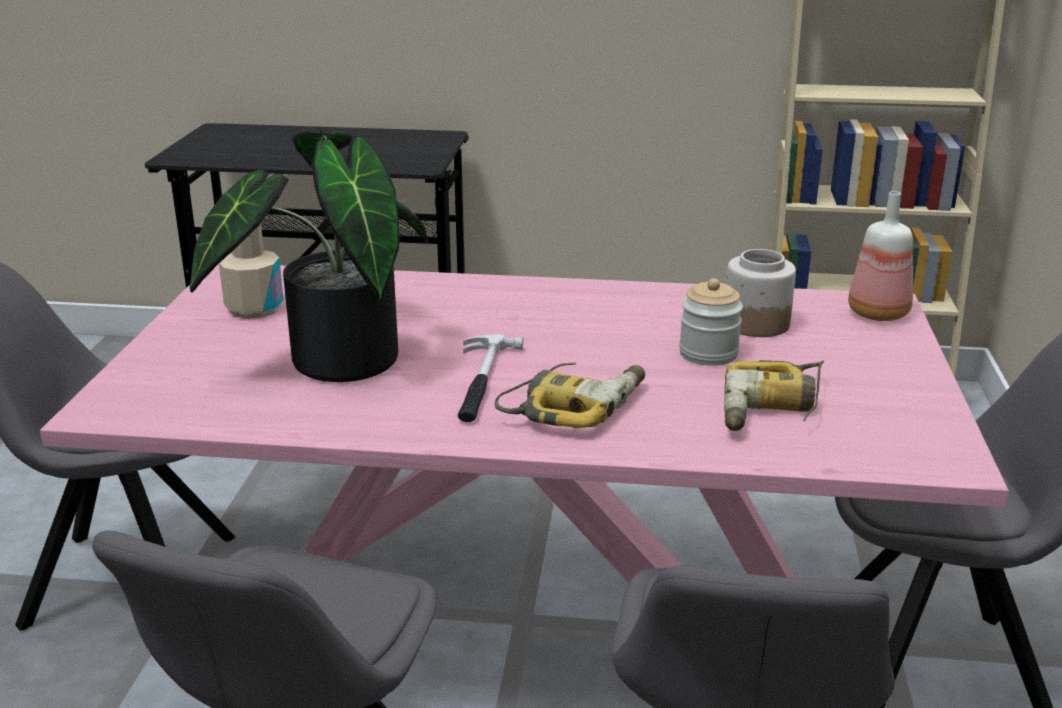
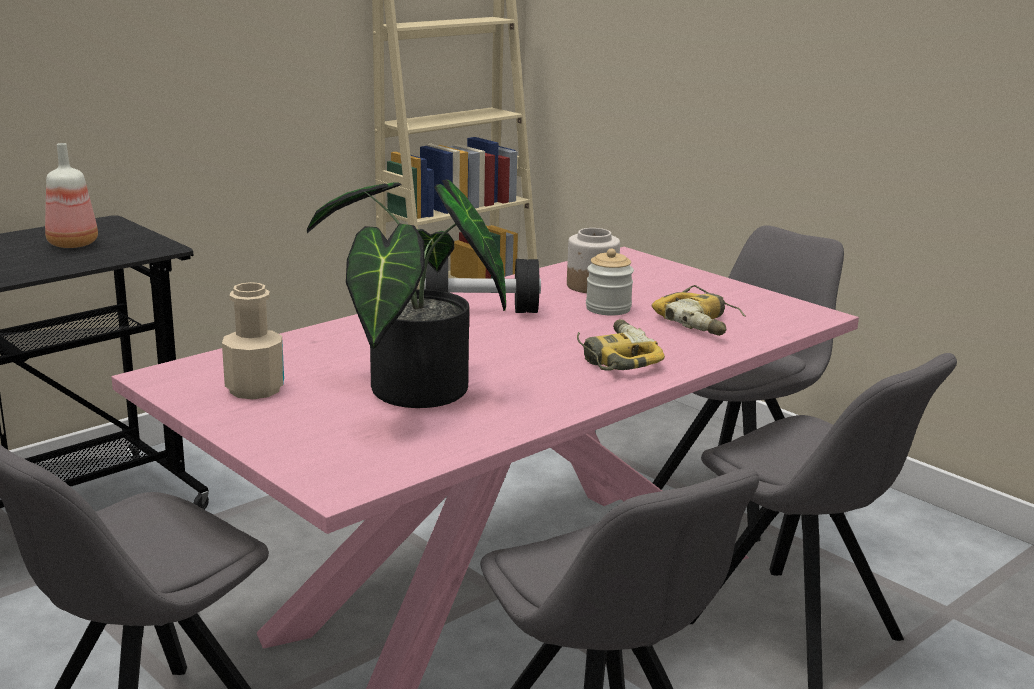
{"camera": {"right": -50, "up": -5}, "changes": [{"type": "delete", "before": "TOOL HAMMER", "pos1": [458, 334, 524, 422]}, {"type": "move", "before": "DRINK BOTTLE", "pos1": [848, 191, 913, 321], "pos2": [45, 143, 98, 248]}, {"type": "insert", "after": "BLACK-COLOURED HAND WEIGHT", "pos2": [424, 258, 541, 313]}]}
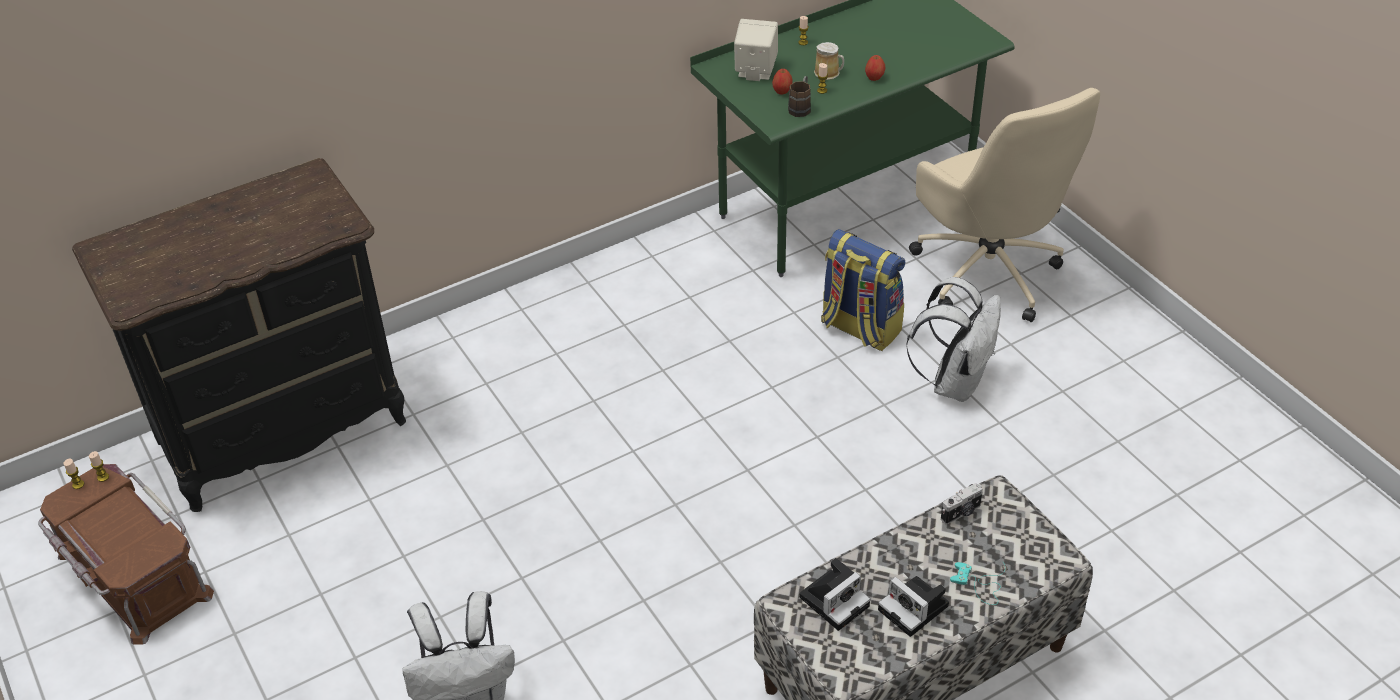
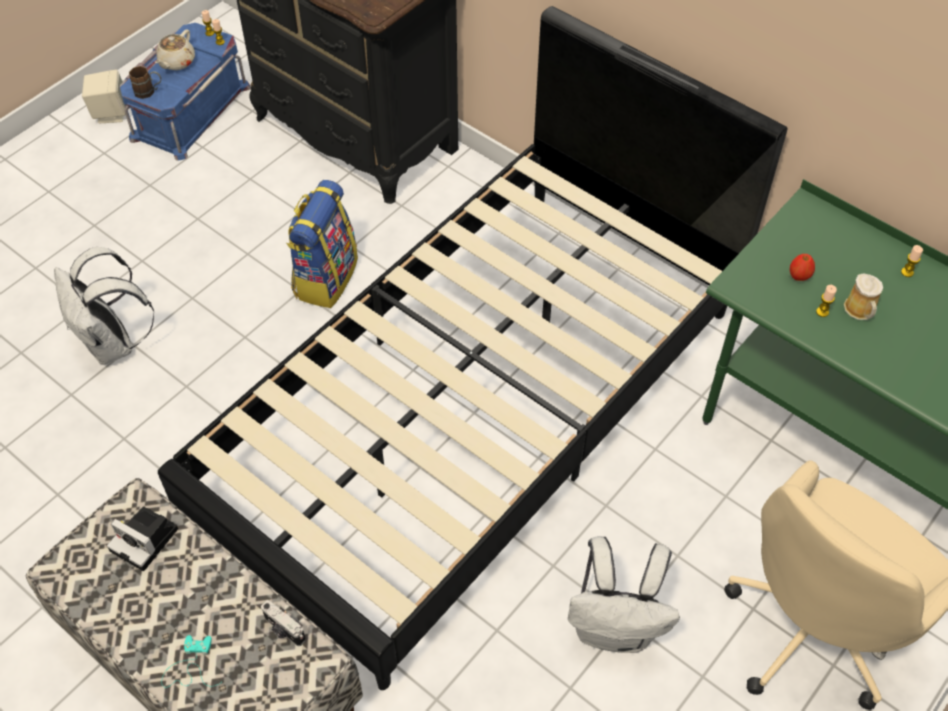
{"camera": {"right": 70, "up": 10}, "changes": [{"type": "recolor", "before": "BROWN-COLOURED STORAGE BIN", "after": "BLUE-COLOURED STORAGE BIN", "pos1": [38, 464, 214, 645], "pos2": [119, 23, 251, 161]}, {"type": "move", "before": "SAND-COLOURED LOUDSPEAKER", "pos1": [734, 19, 778, 81], "pos2": [82, 70, 126, 123]}, {"type": "move", "before": "BROWN-COLOURED MUG", "pos1": [788, 76, 811, 117], "pos2": [129, 66, 161, 99]}, {"type": "move", "before": "BACKPACK", "pos1": [821, 229, 905, 351], "pos2": [286, 180, 358, 308]}, {"type": "delete", "before": "WHOLE APPLE", "pos1": [865, 55, 885, 81]}, {"type": "delete", "before": "PHOTO CAMERA", "pos1": [878, 576, 949, 637]}, {"type": "insert", "after": "SAND-COLOURED TEA POT", "pos2": [155, 29, 195, 70]}, {"type": "insert", "after": "BLACK-COLOURED BEDROOM BED", "pos2": [158, 6, 788, 690]}]}
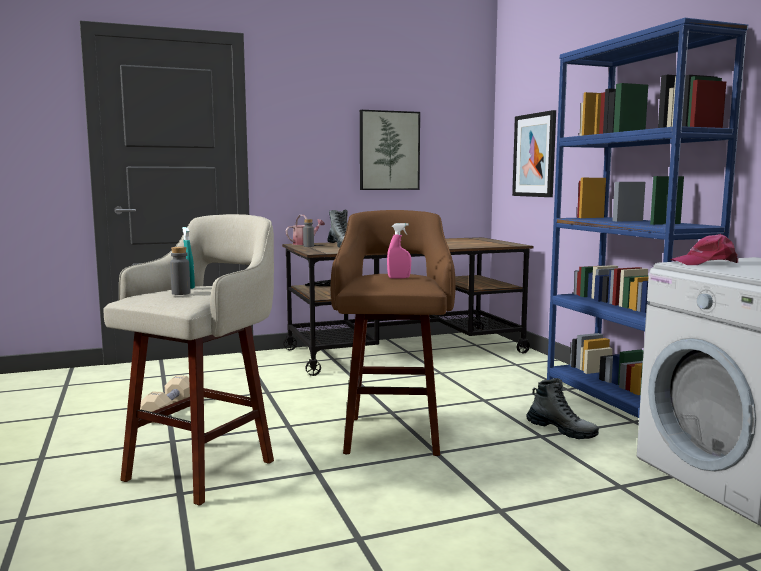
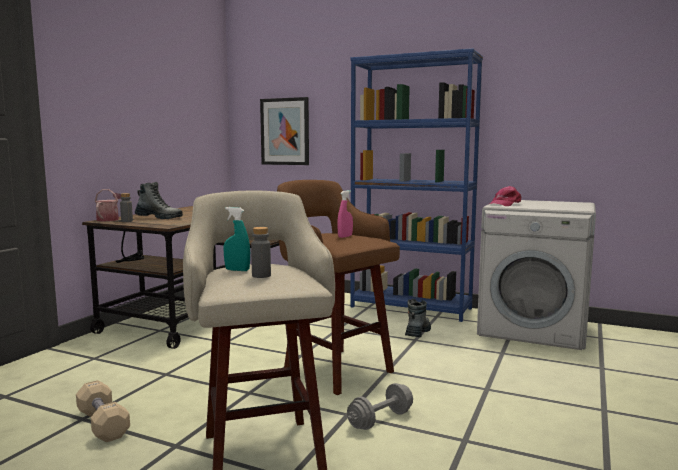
{"camera": {"right": -45, "up": 0}, "changes": [{"type": "delete", "before": "WALL ART", "pos1": [360, 110, 420, 190]}, {"type": "rotate", "before": "HIGH-TOP BOOT", "pos1": [526, 378, 599, 439], "pos2": [405, 299, 431, 337], "turn": -60}, {"type": "insert", "after": "GRAY HAND WEIGHT", "pos2": [347, 383, 413, 430]}]}
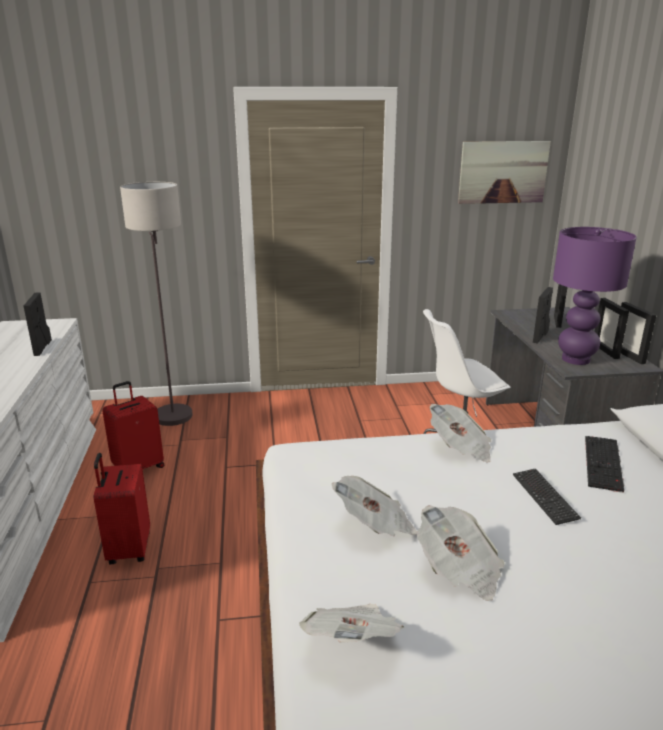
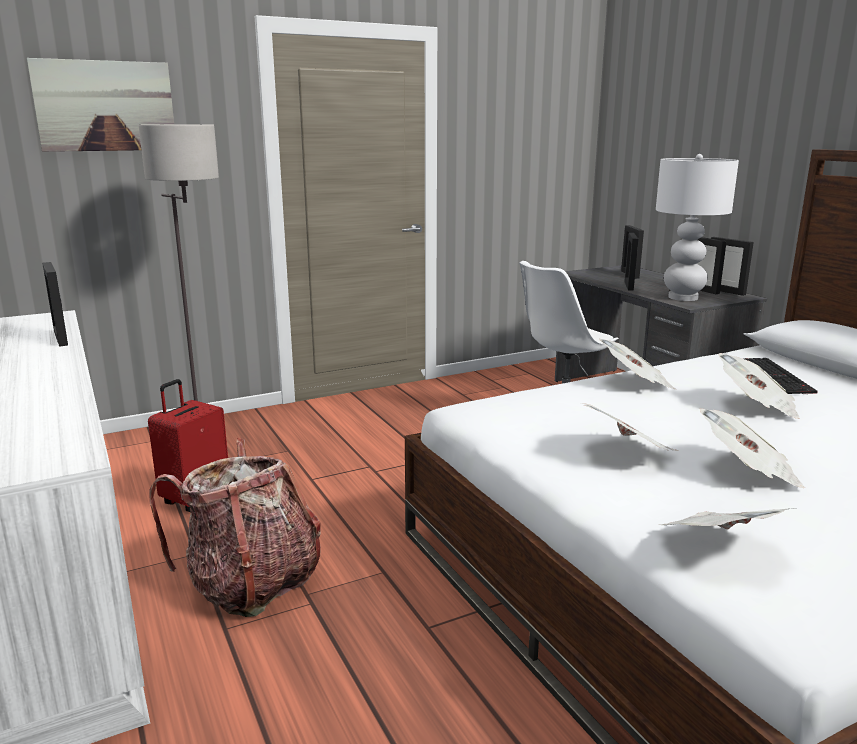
{"camera": {"right": -20, "up": -5}, "changes": [{"type": "replace", "before": "REDDISH PIECE OF LUGGAGE", "after": "BACKPACK", "pos1": [94, 453, 150, 564], "pos2": [150, 438, 321, 617]}, {"type": "move", "before": "WALL ART", "pos1": [458, 141, 551, 204], "pos2": [27, 58, 174, 152]}, {"type": "replace", "before": "COMPUTER KEYBOARD", "after": "DAILY PAPER", "pos1": [513, 469, 581, 525], "pos2": [718, 353, 800, 419]}, {"type": "recolor", "before": "PURPLE LAMP FOR A TABLE", "after": "WHITE-COLOURED LAMP FOR A TABLE", "pos1": [553, 227, 637, 365], "pos2": [656, 154, 739, 301]}]}
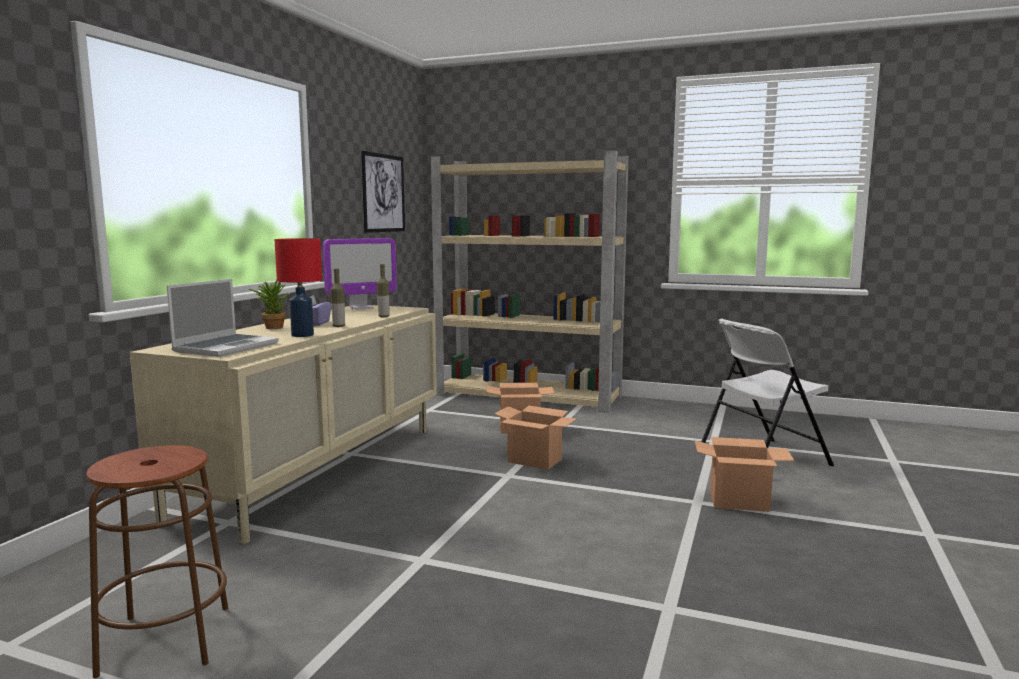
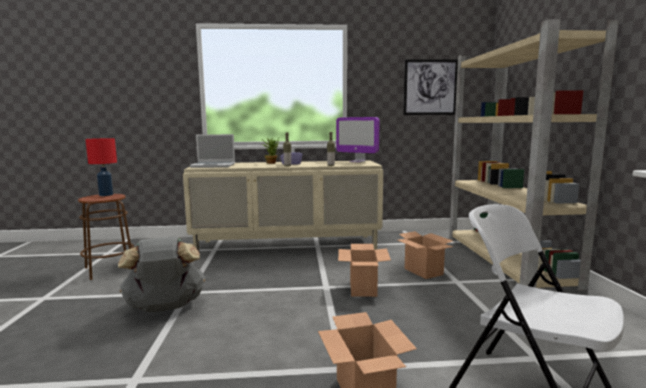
{"camera": {"right": 65, "up": 0}, "changes": [{"type": "move", "before": "REDDISH LAMP FOR A TABLE", "pos1": [274, 238, 322, 337], "pos2": [85, 138, 117, 196]}, {"type": "insert", "after": "GRAY BACKPACK", "pos2": [118, 236, 205, 312]}]}
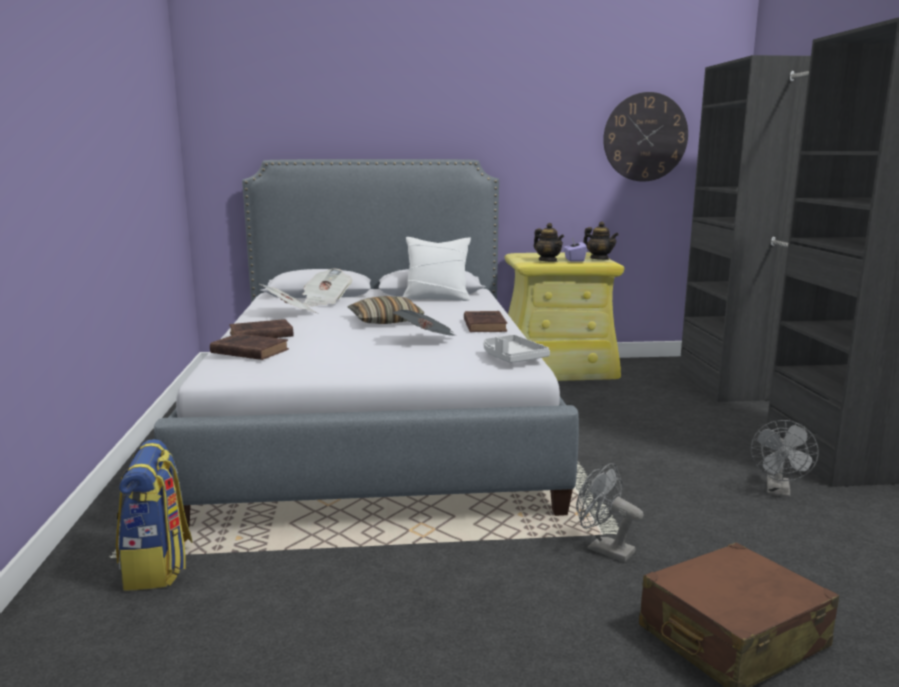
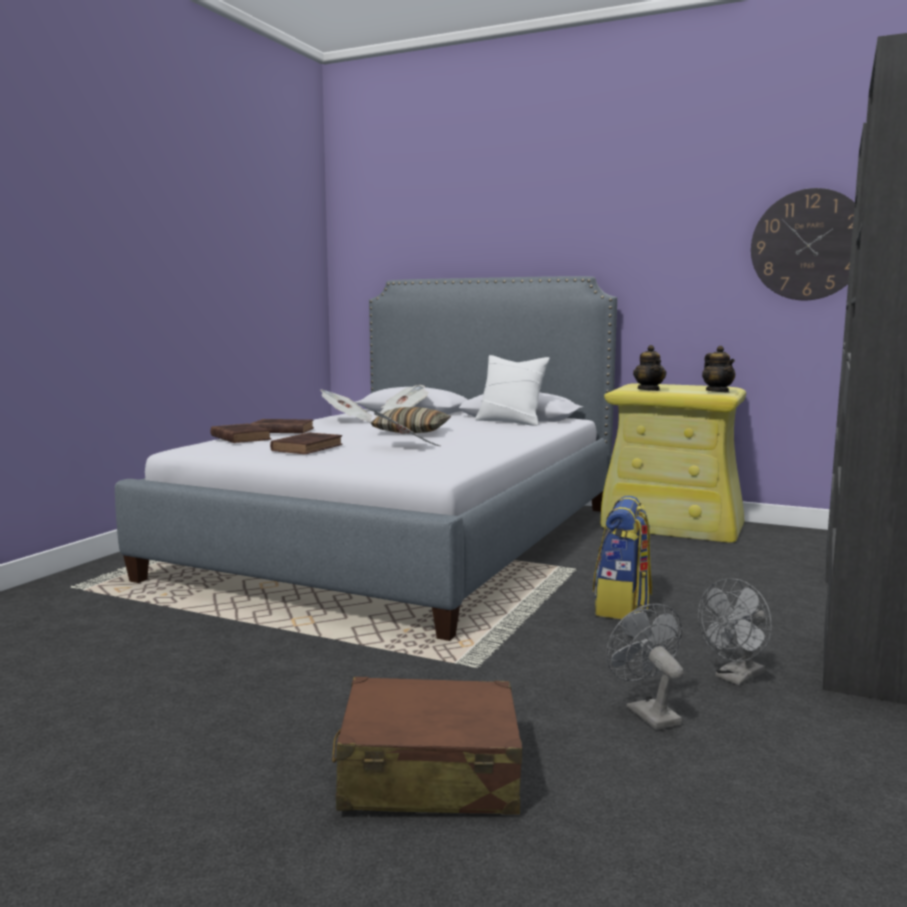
{"camera": {"right": 30, "up": -5}, "changes": [{"type": "move", "before": "BACKPACK", "pos1": [116, 439, 193, 591], "pos2": [593, 496, 652, 619]}, {"type": "move", "before": "BROWN-COLOURED BOOK", "pos1": [464, 311, 507, 332], "pos2": [270, 432, 343, 454]}, {"type": "delete", "before": "GRAY CARRYING TRAY", "pos1": [484, 335, 550, 363]}, {"type": "delete", "before": "PURPLE TISSUE HOLDER", "pos1": [564, 238, 587, 262]}, {"type": "move", "before": "GRAY COOLING FAN", "pos1": [576, 463, 644, 562], "pos2": [606, 603, 684, 730]}]}
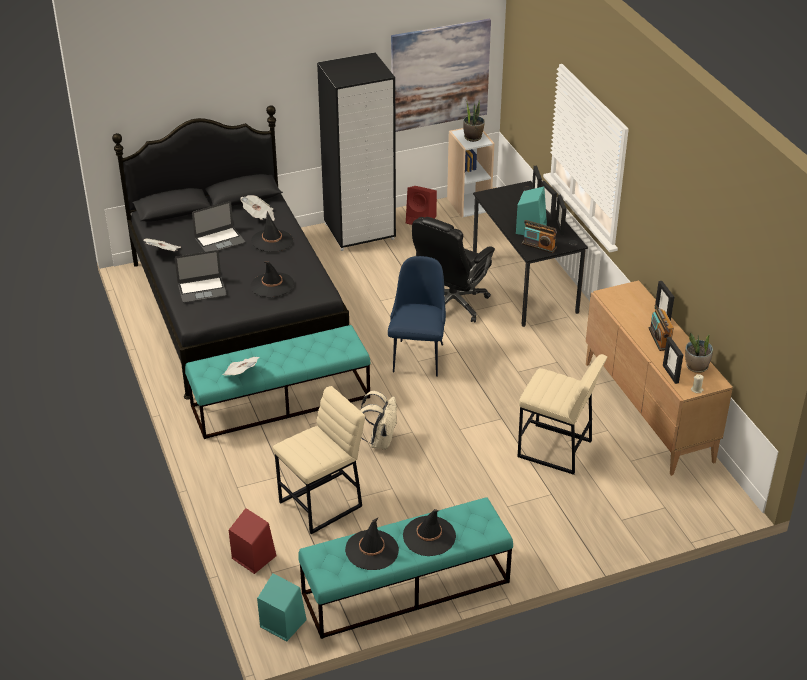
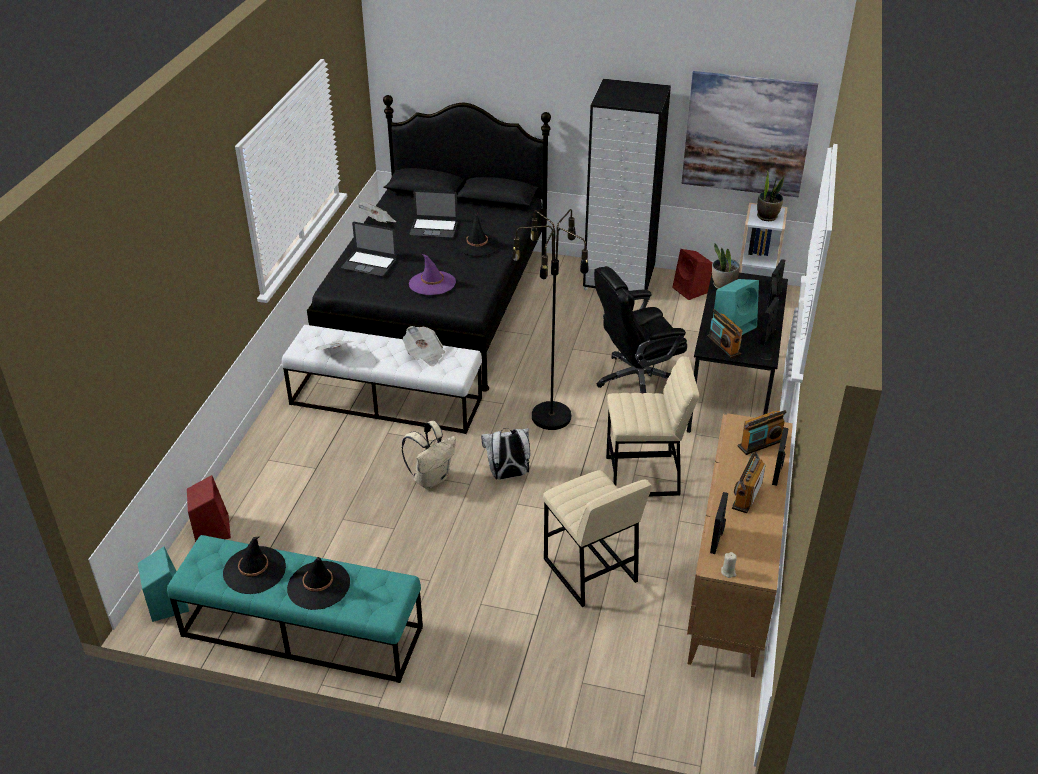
{"camera": {"right": 35, "up": 0}, "changes": [{"type": "recolor", "before": "TURQUOISE LONG SEAT", "after": "WHITE-COLOURED LONG SEAT", "pos1": [185, 325, 370, 439], "pos2": [282, 325, 482, 434]}, {"type": "move", "before": "DAILY PAPER", "pos1": [240, 195, 275, 221], "pos2": [403, 326, 445, 366]}, {"type": "recolor", "before": "BLACK-COLOURED CLOTHING HAT", "after": "PURPLE CLOTHING HAT", "pos1": [250, 262, 294, 297], "pos2": [409, 254, 456, 295]}, {"type": "move", "before": "SAND-COLOURED CHAIR", "pos1": [273, 386, 365, 534], "pos2": [606, 356, 699, 497]}, {"type": "replace", "before": "BLUE-COLOURED CHAIR", "after": "FLOOR LAMP", "pos1": [388, 256, 446, 377], "pos2": [512, 209, 588, 430]}, {"type": "move", "before": "POTTED PLANT", "pos1": [685, 333, 713, 373], "pos2": [712, 244, 740, 289]}, {"type": "insert", "after": "WHITE-COLOURED BACKPACK", "pos2": [481, 428, 530, 479]}, {"type": "insert", "after": "RADIO", "pos2": [737, 410, 787, 455]}]}
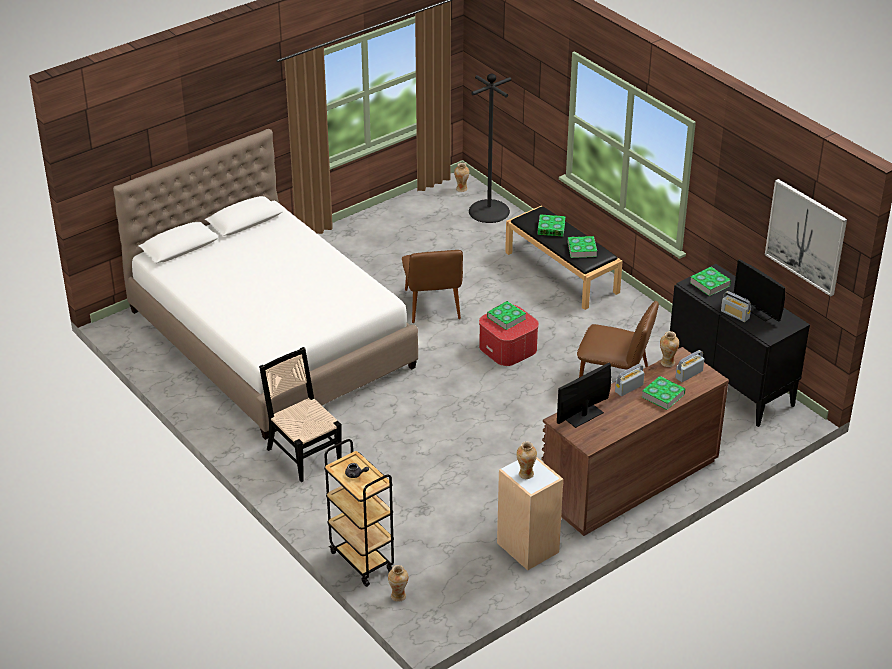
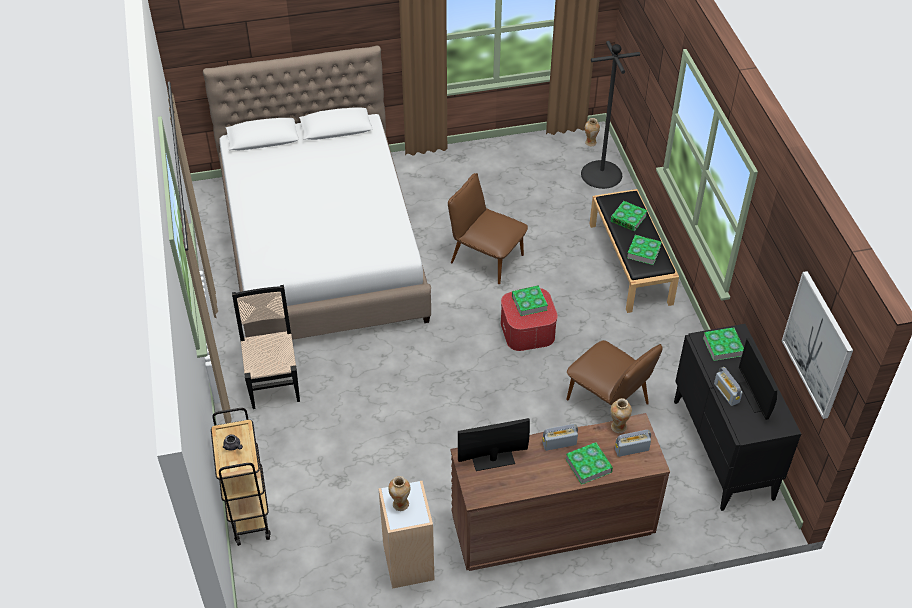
{"camera": {"right": 25, "up": 10}, "changes": [{"type": "delete", "before": "VASE", "pos1": [388, 565, 408, 602]}, {"type": "rotate", "before": "BROWN-COLOURED CHAIR", "pos1": [402, 250, 463, 323], "pos2": [448, 173, 528, 284], "turn": 105}]}
